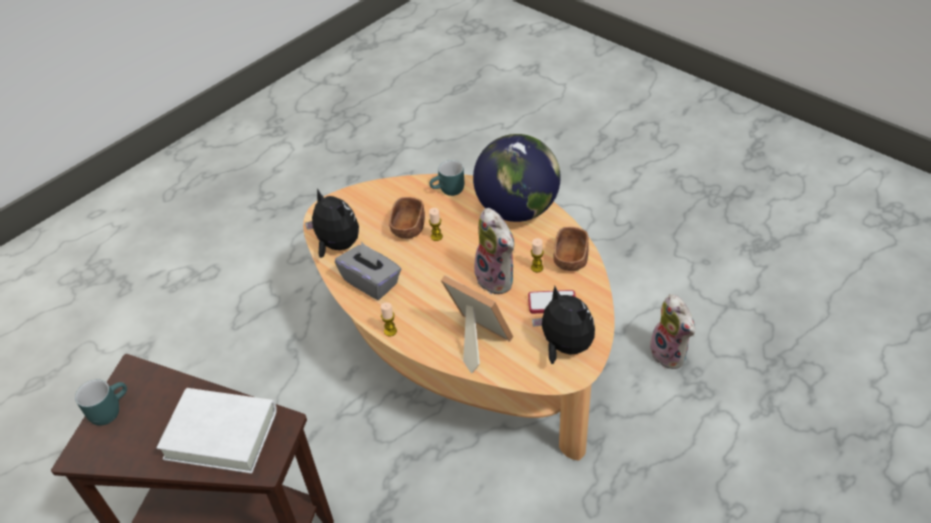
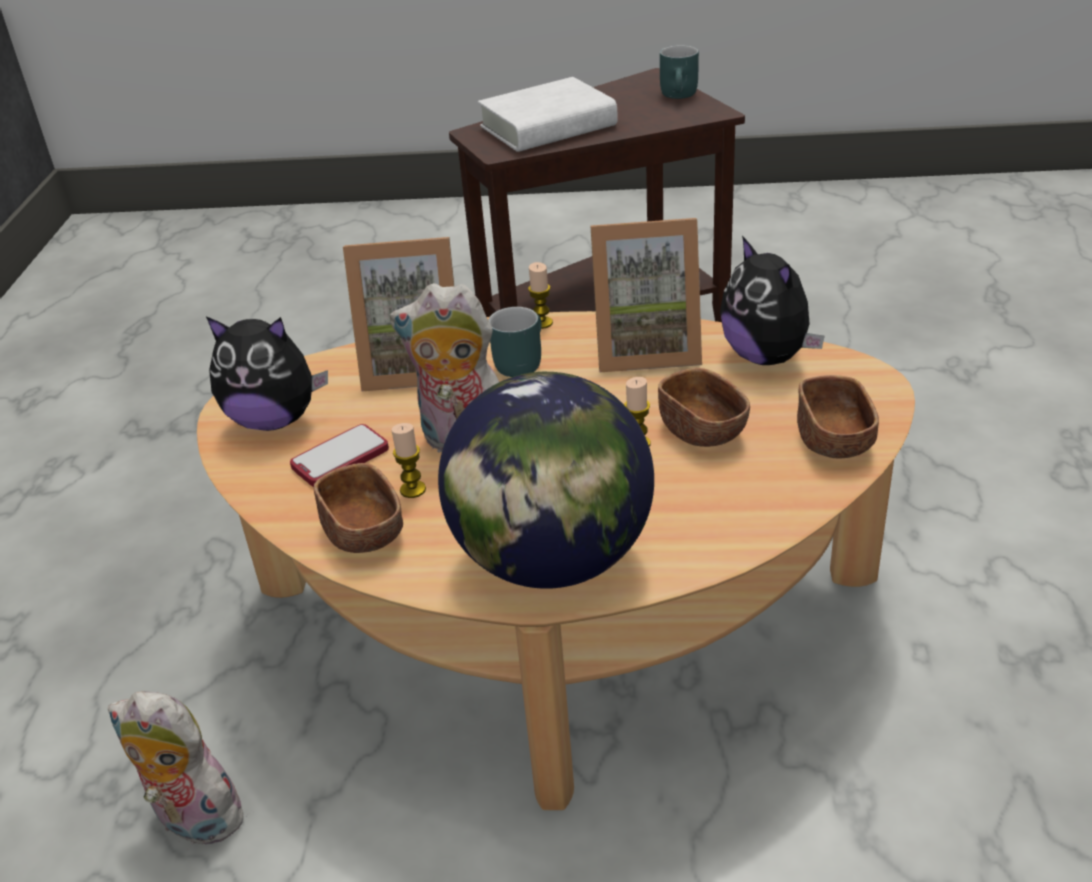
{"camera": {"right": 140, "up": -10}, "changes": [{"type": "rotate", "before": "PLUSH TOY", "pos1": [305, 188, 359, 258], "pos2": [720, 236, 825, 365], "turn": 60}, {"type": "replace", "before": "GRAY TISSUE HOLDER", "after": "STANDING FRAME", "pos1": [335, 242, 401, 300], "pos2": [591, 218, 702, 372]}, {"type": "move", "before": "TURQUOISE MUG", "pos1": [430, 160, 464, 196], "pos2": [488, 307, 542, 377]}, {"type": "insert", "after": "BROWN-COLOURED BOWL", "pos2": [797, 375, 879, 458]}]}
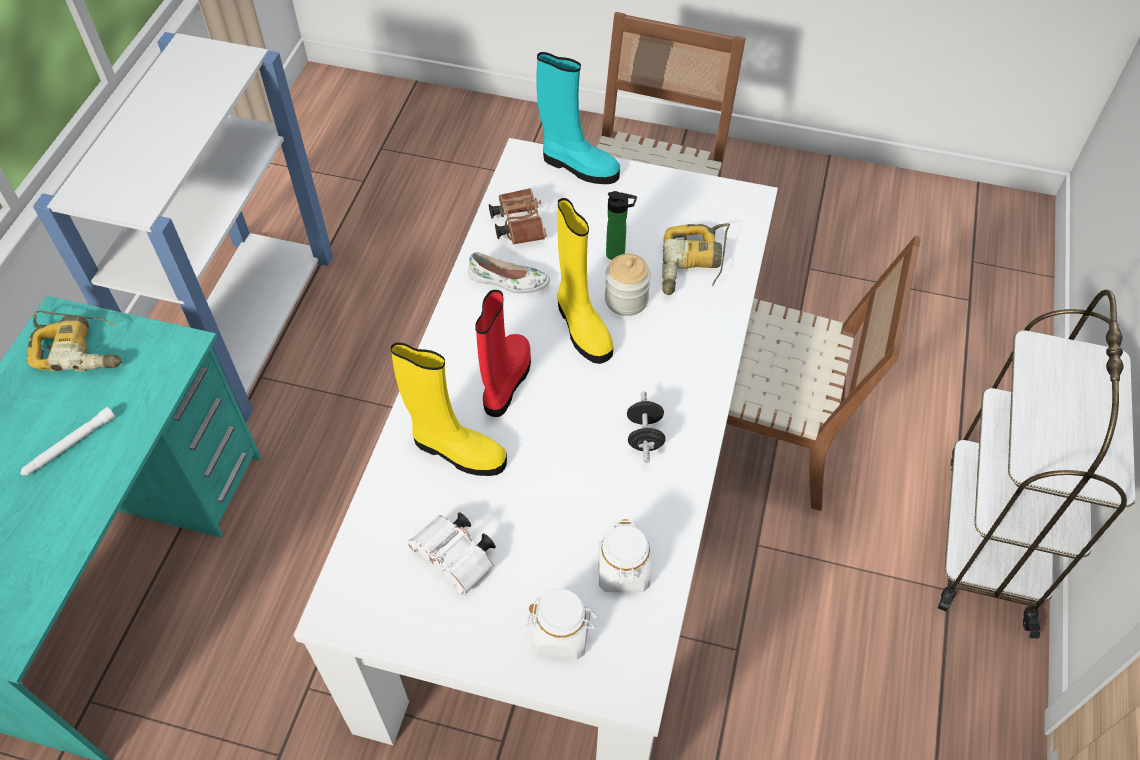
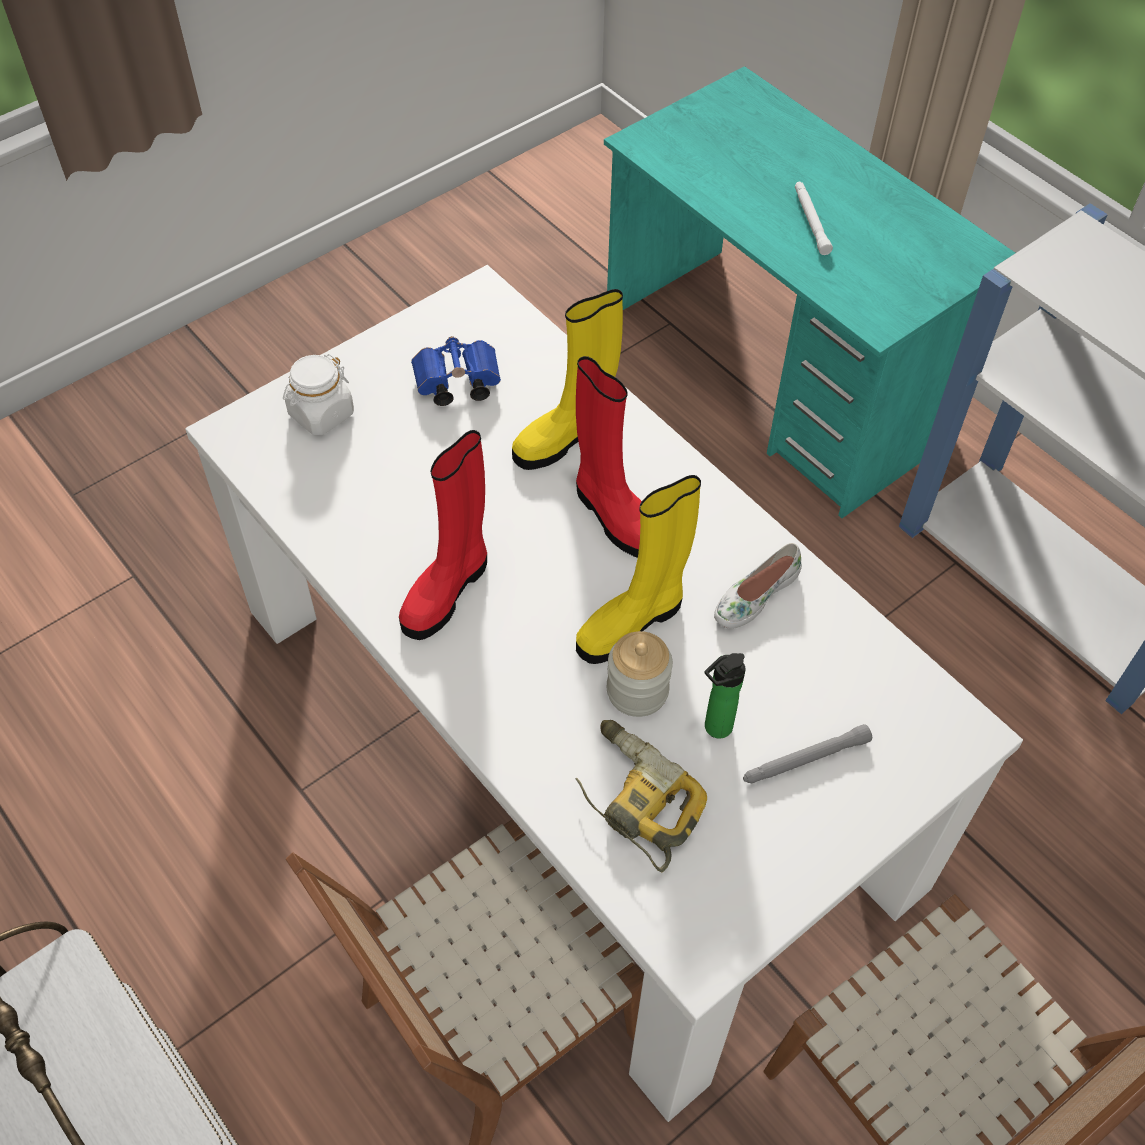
{"camera": {"right": 125, "up": 0}, "changes": [{"type": "delete", "before": "ELECTRIC DRILL", "pos1": [27, 310, 122, 371]}, {"type": "recolor", "before": "WHITE-COLOURED FIELD GLASSES", "after": "BLUE-COLOURED FIELD GLASSES", "pos1": [408, 512, 496, 595], "pos2": [411, 336, 501, 406]}, {"type": "delete", "before": "BROWN-COLOURED FIELD GLASSES", "pos1": [489, 188, 547, 245]}, {"type": "delete", "before": "TURQUOISE HIGH-TOP BOOT", "pos1": [537, 52, 620, 184]}, {"type": "rotate", "before": "YELLOW HIGH-TOP BOOT", "pos1": [557, 198, 613, 364], "pos2": [576, 475, 701, 664], "turn": -45}, {"type": "delete", "before": "WHITE-COLOURED STORAGE JAR", "pos1": [598, 519, 651, 593]}, {"type": "replace", "before": "BLACK-COLOURED HAND WEIGHT", "after": "REDDISH HIGH-TOP BOOT", "pos1": [627, 391, 666, 462], "pos2": [399, 430, 487, 640]}, {"type": "insert", "after": "GRAY FLASHLIGHT", "pos2": [743, 724, 872, 783]}]}
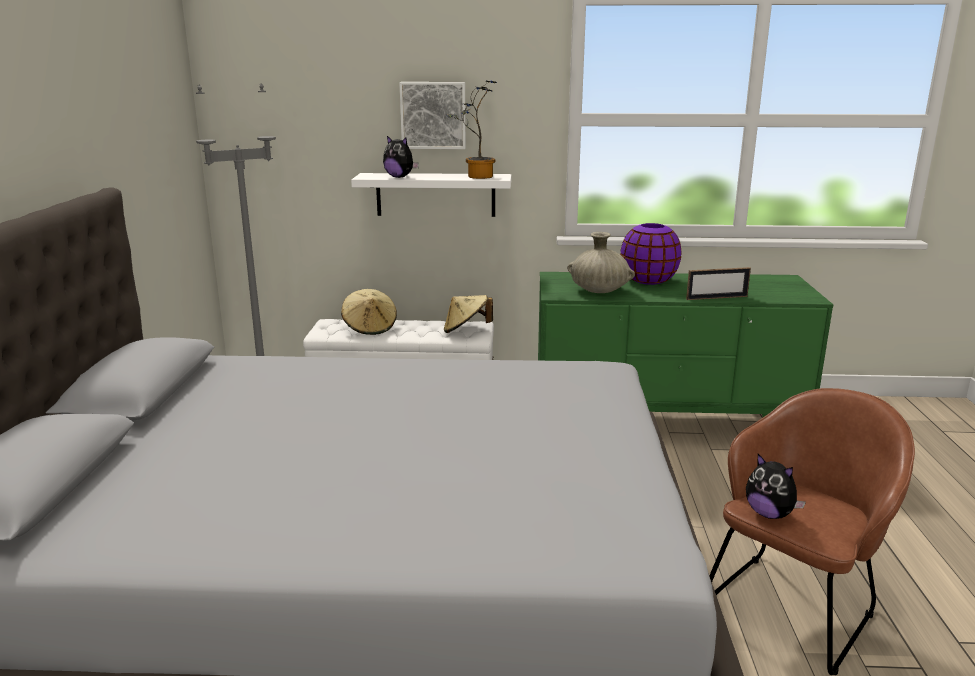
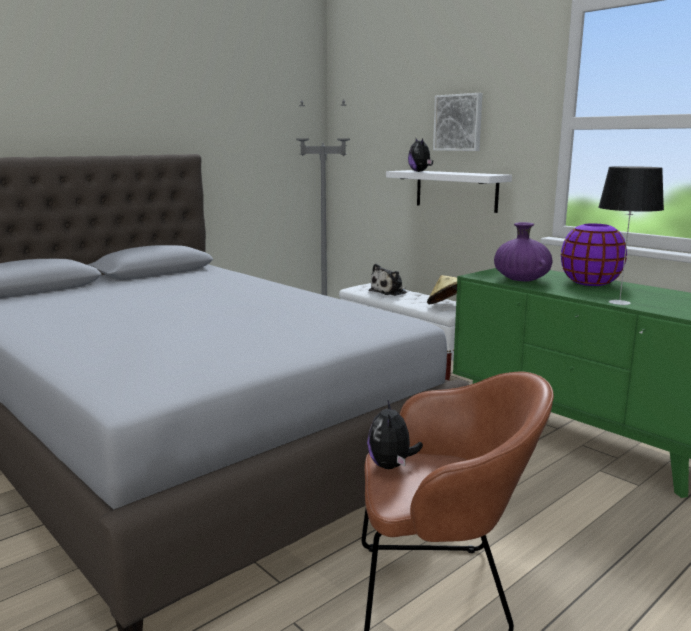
{"camera": {"right": 45, "up": -5}, "changes": [{"type": "replace", "before": "SAND-COLOURED CLOTHING HAT", "after": "PLUSH TOY", "pos1": [341, 289, 397, 335], "pos2": [368, 264, 407, 296]}, {"type": "delete", "before": "POTTED PLANT", "pos1": [446, 81, 497, 179]}, {"type": "recolor", "before": "SAND-COLOURED VASE", "after": "PURPLE VASE", "pos1": [567, 232, 635, 293], "pos2": [494, 222, 552, 282]}, {"type": "replace", "before": "STANDING FRAME", "after": "LAMP FOR A TABLE", "pos1": [686, 267, 751, 300], "pos2": [598, 166, 664, 305]}]}
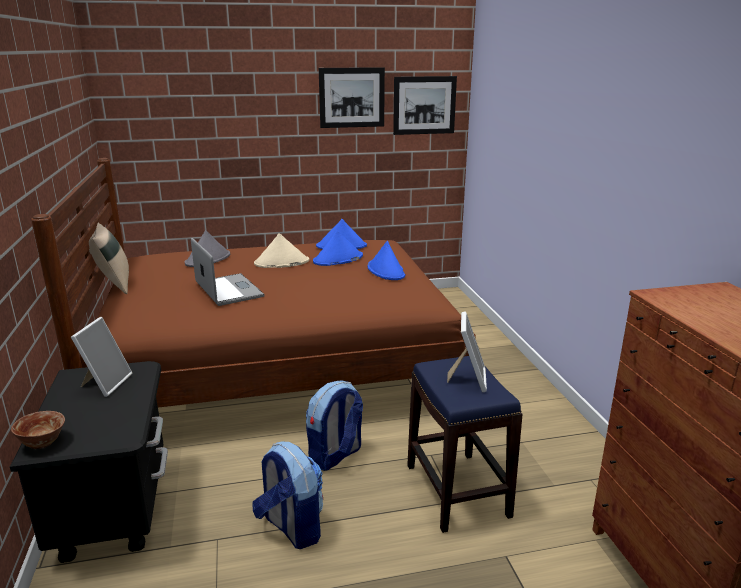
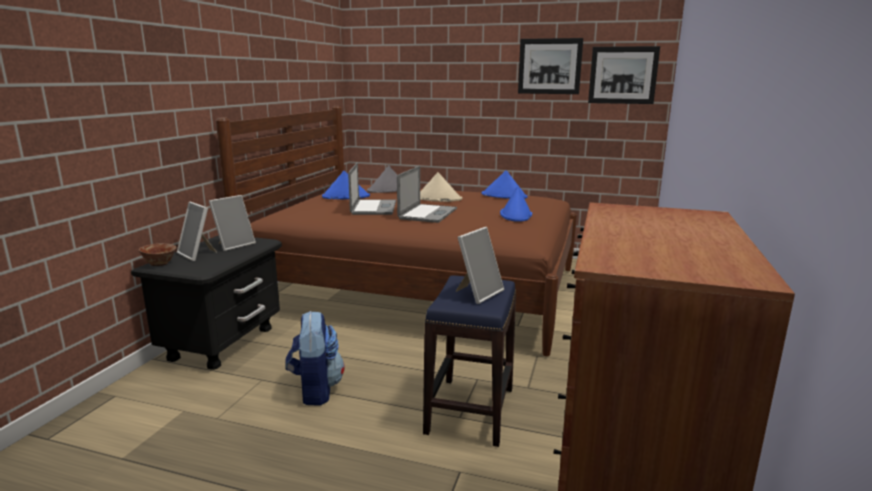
{"camera": {"right": 30, "up": -5}, "changes": [{"type": "delete", "before": "SAND-COLOURED PILLOW", "pos1": [89, 222, 129, 294]}, {"type": "delete", "before": "BACKPACK", "pos1": [306, 380, 363, 471]}, {"type": "move", "before": "BLUE-COLOURED CLOTHING HAT", "pos1": [313, 230, 363, 266], "pos2": [322, 171, 370, 199]}, {"type": "insert", "after": "STANDING FRAME", "pos2": [177, 202, 217, 261]}, {"type": "insert", "after": "PORTABLE COMPUTER", "pos2": [397, 166, 457, 223]}]}
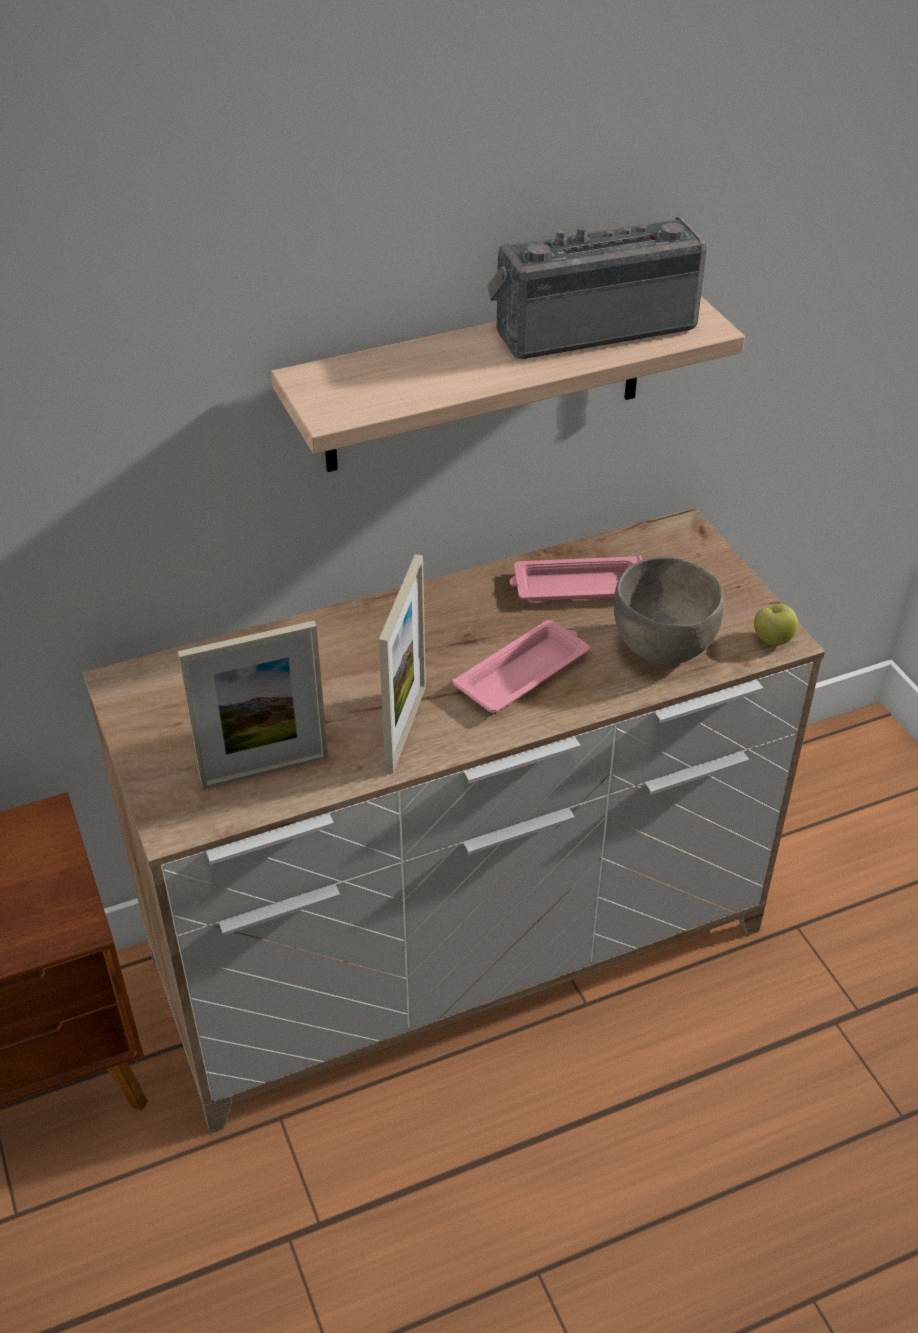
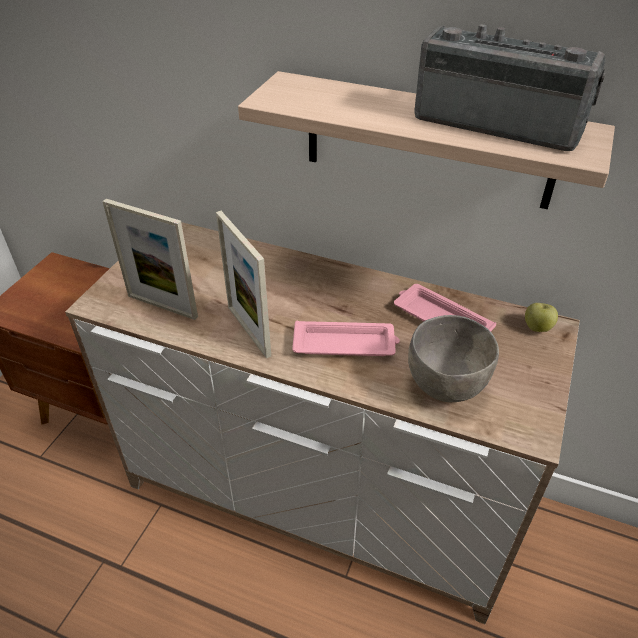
{"camera": {"right": 45, "up": 0}, "changes": [{"type": "rotate", "before": "STANDING FRAME", "pos1": [379, 554, 426, 773], "pos2": [216, 211, 271, 358], "turn": 90}, {"type": "move", "before": "WHOLE APPLE", "pos1": [754, 604, 798, 646], "pos2": [525, 303, 558, 332]}]}
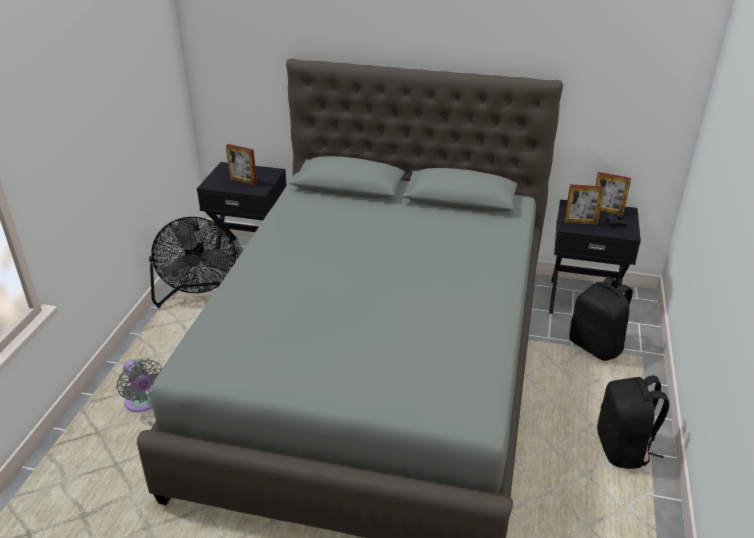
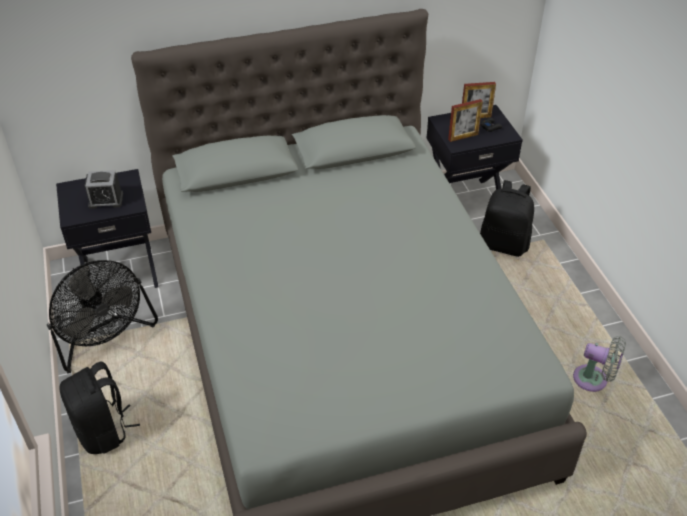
{"camera": {"right": -30, "up": 10}, "changes": [{"type": "move", "before": "GRAY COOLING FAN", "pos1": [116, 359, 162, 412], "pos2": [573, 336, 626, 392]}, {"type": "replace", "before": "STANDING FRAME", "after": "TABLE CLOCK", "pos1": [226, 144, 257, 185], "pos2": [84, 170, 123, 209]}, {"type": "move", "before": "BLACK-COLOURED BACKPACK", "pos1": [597, 375, 669, 469], "pos2": [59, 361, 140, 454]}]}
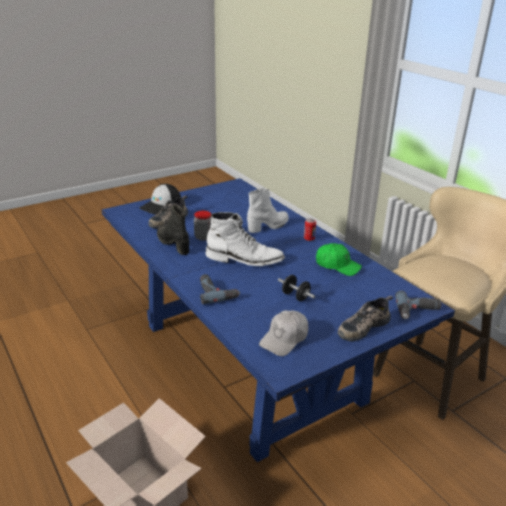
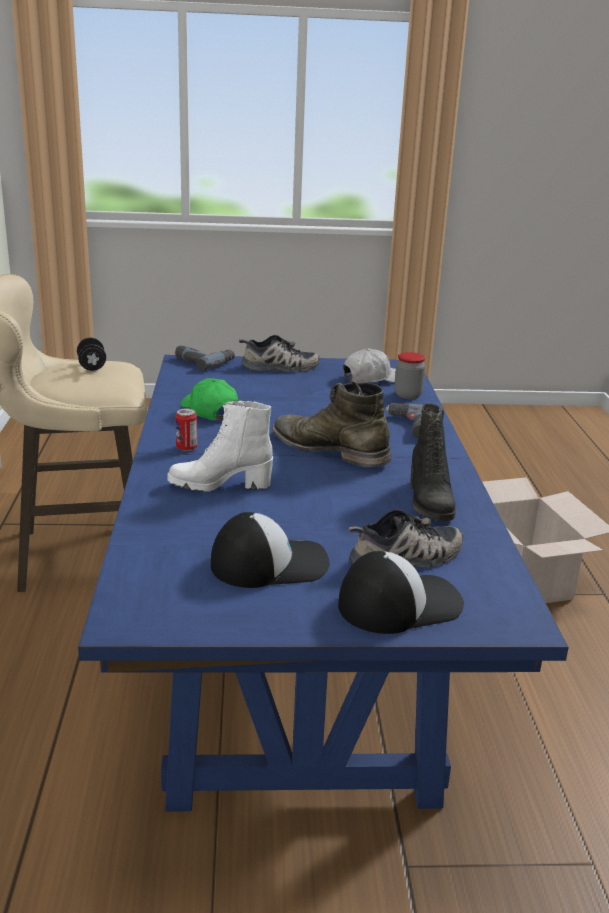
{"camera": {"right": -150, "up": -5}, "changes": [{"type": "move", "before": "STORAGE JAR", "pos1": [194, 211, 212, 241], "pos2": [394, 352, 425, 399]}, {"type": "recolor", "before": "WHITE-COLOURED HIGH-TOP BOOT", "after": "GREEN HIGH-TOP BOOT", "pos1": [205, 212, 285, 266], "pos2": [272, 381, 391, 467]}, {"type": "move", "before": "BLACK-COLOURED HAND WEIGHT", "pos1": [278, 275, 315, 301], "pos2": [77, 338, 106, 371]}, {"type": "insert", "after": "PEAKED CAP", "pos2": [211, 512, 330, 588]}]}
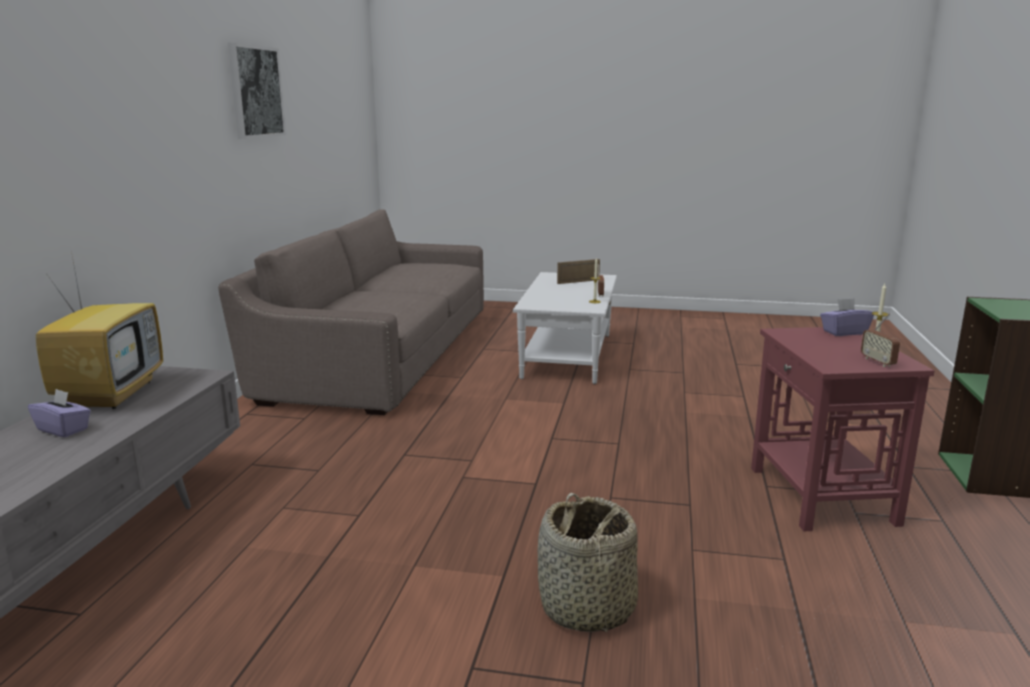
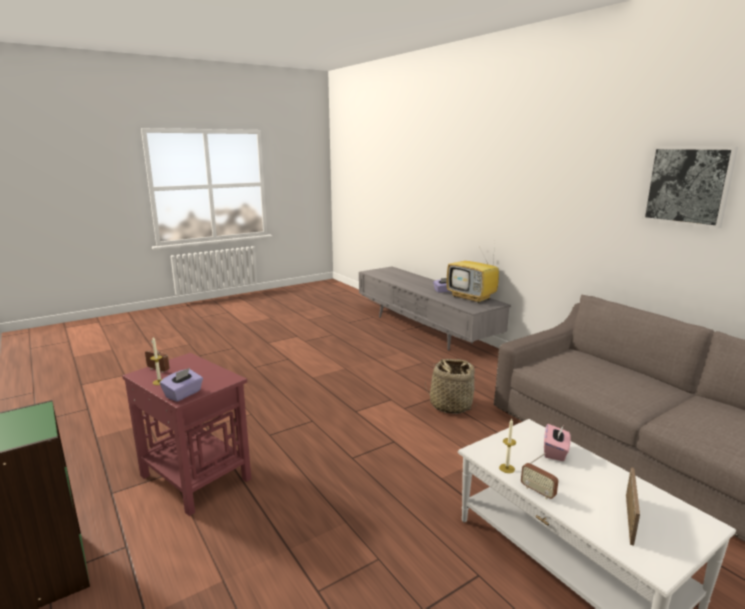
{"camera": {"right": 135, "up": 0}, "changes": [{"type": "move", "before": "HOUSEHOLD BASKET", "pos1": [538, 493, 638, 632], "pos2": [425, 359, 476, 414]}, {"type": "insert", "after": "PINK TISSUE HOLDER", "pos2": [544, 424, 571, 461]}]}
